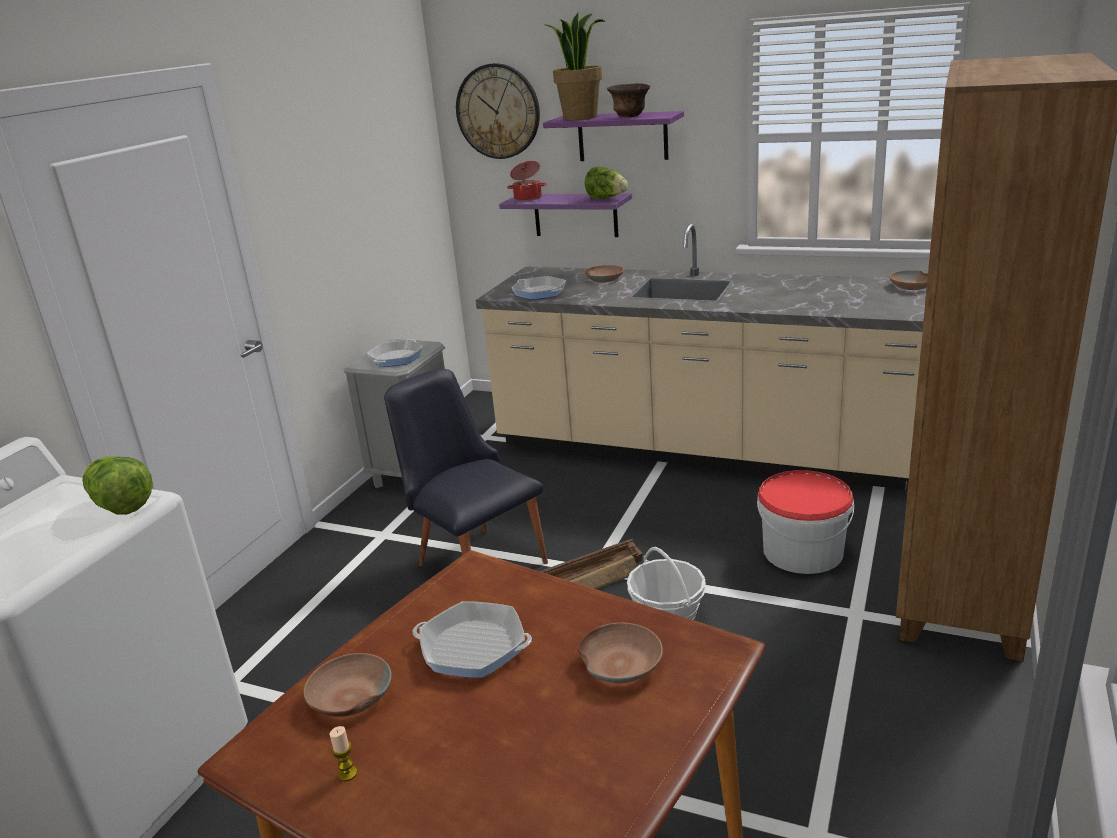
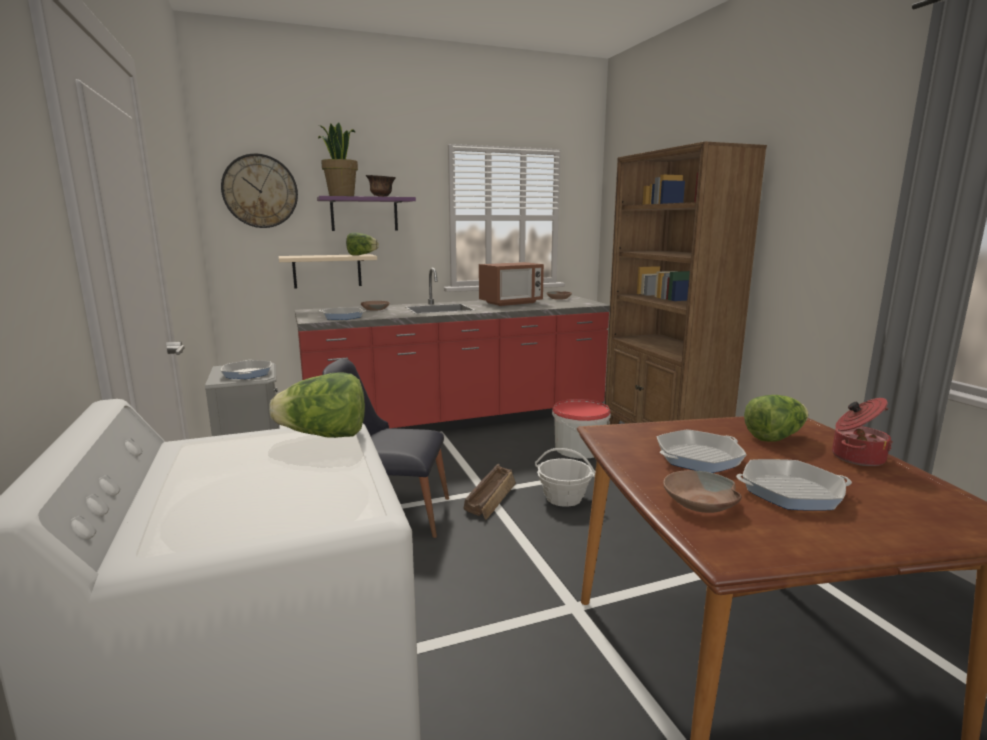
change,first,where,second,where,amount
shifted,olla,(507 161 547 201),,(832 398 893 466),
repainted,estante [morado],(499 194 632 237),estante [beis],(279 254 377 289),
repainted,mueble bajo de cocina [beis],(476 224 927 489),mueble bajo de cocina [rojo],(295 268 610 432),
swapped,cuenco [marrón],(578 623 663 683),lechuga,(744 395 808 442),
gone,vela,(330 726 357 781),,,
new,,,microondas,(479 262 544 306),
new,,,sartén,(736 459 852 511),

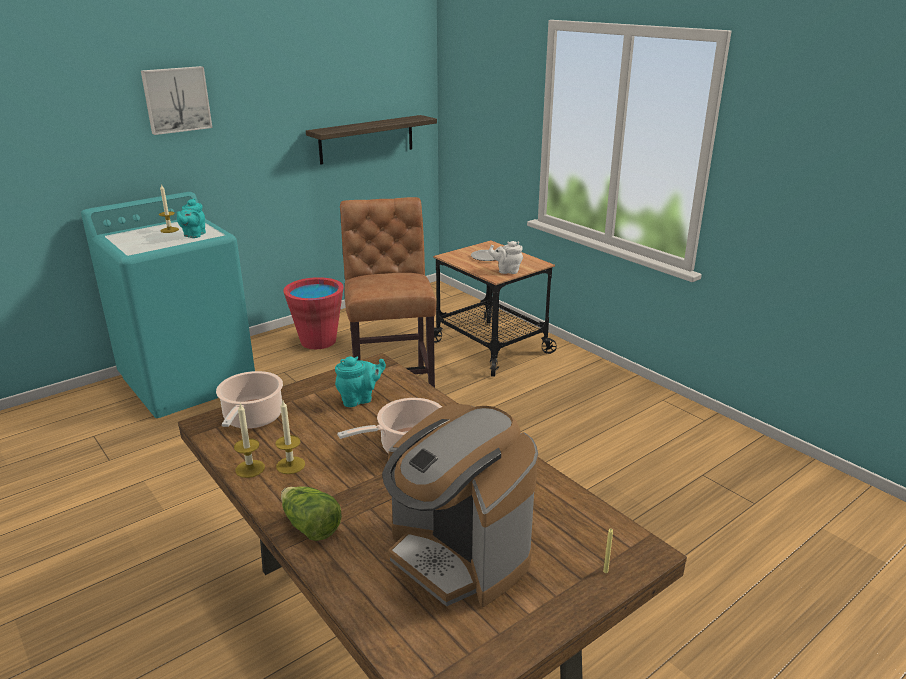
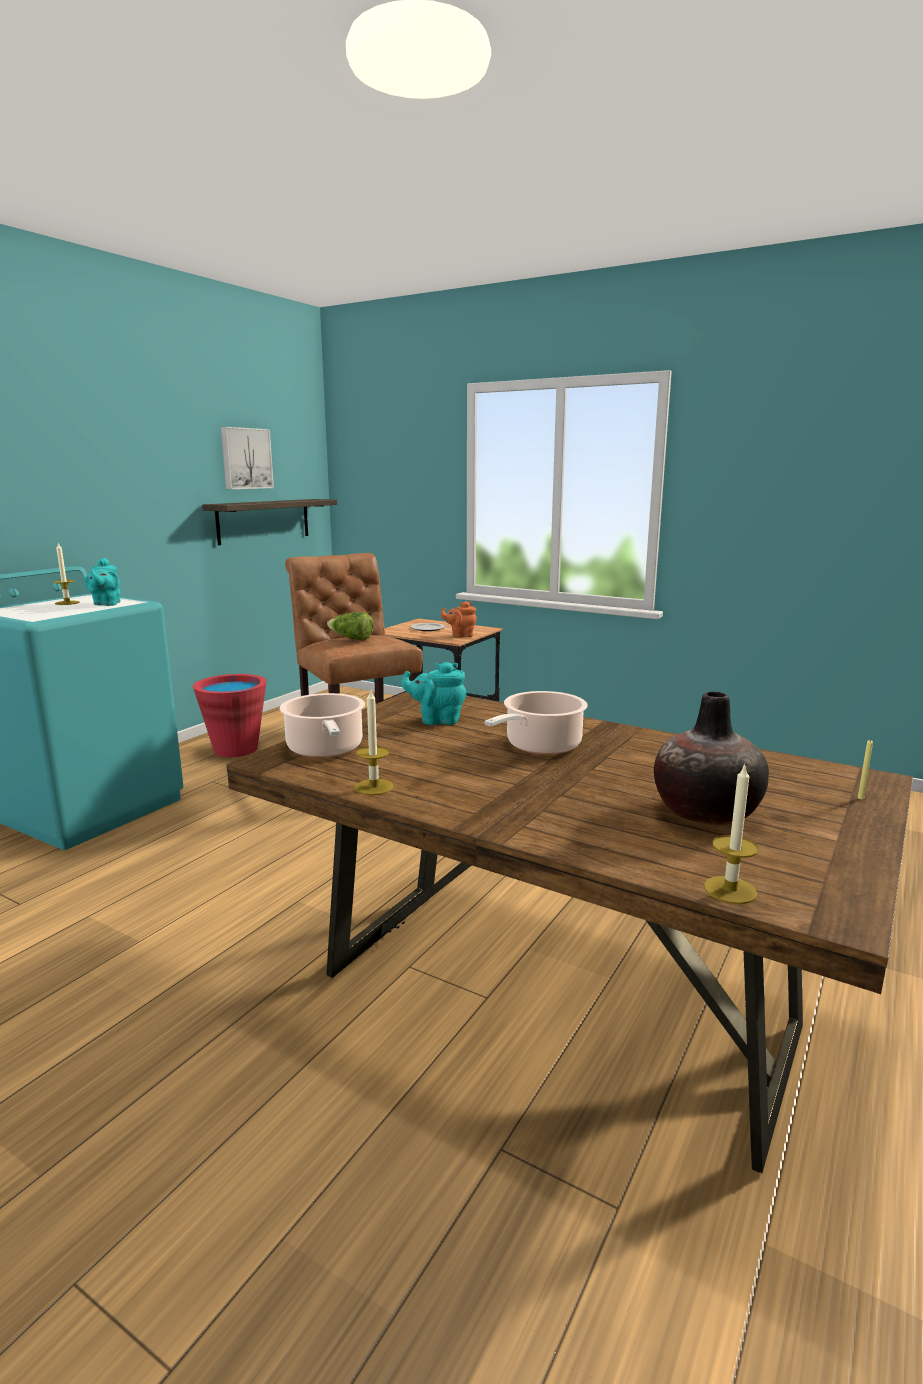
change,first,where,second,where,amount
shifted,cuadro,(141 66 212 135),,(221 427 274 489),
repainted,tetera [blanco],(489 241 523 274),tetera [naranja],(441 601 477 638),
rotated,tetera [turquesa],(335 356 386 407),,(401 662 467 725),135 degrees counterclockwise
shifted,vela,(275 400 305 474),,(704 763 759 904),
swapped,cafetera,(382 404 538 607),florero,(654 691 769 825),
shifted,lechuga,(281 487 342 541),,(327 612 373 641),

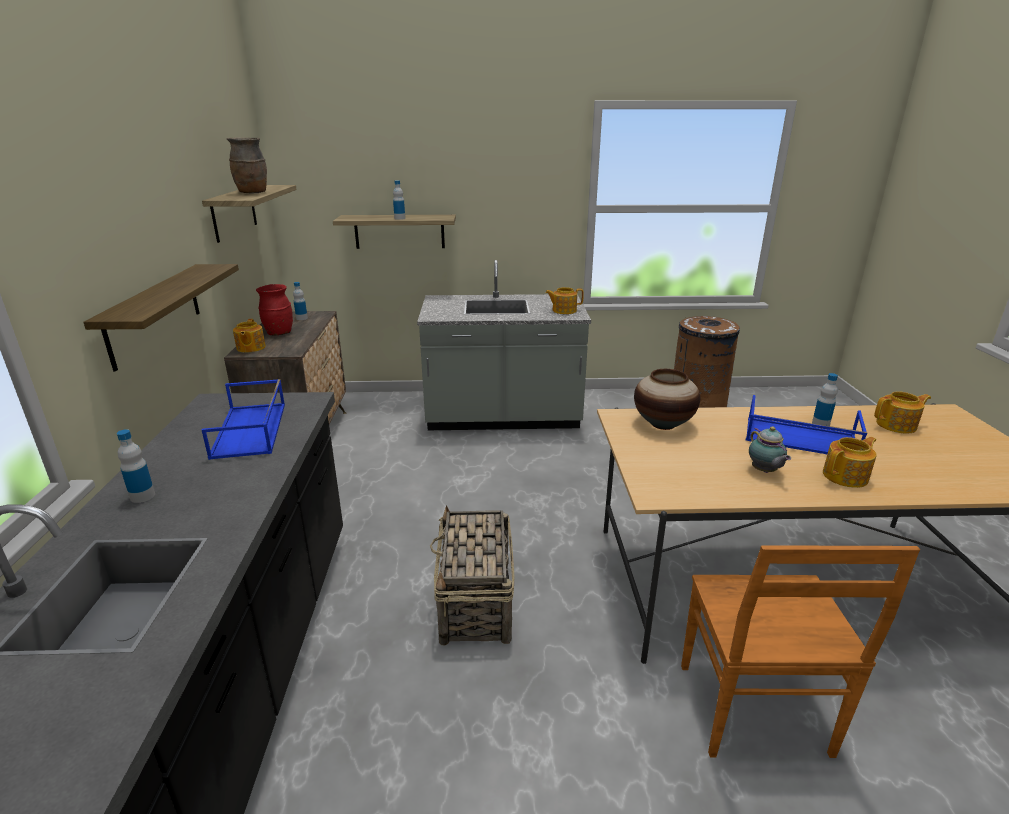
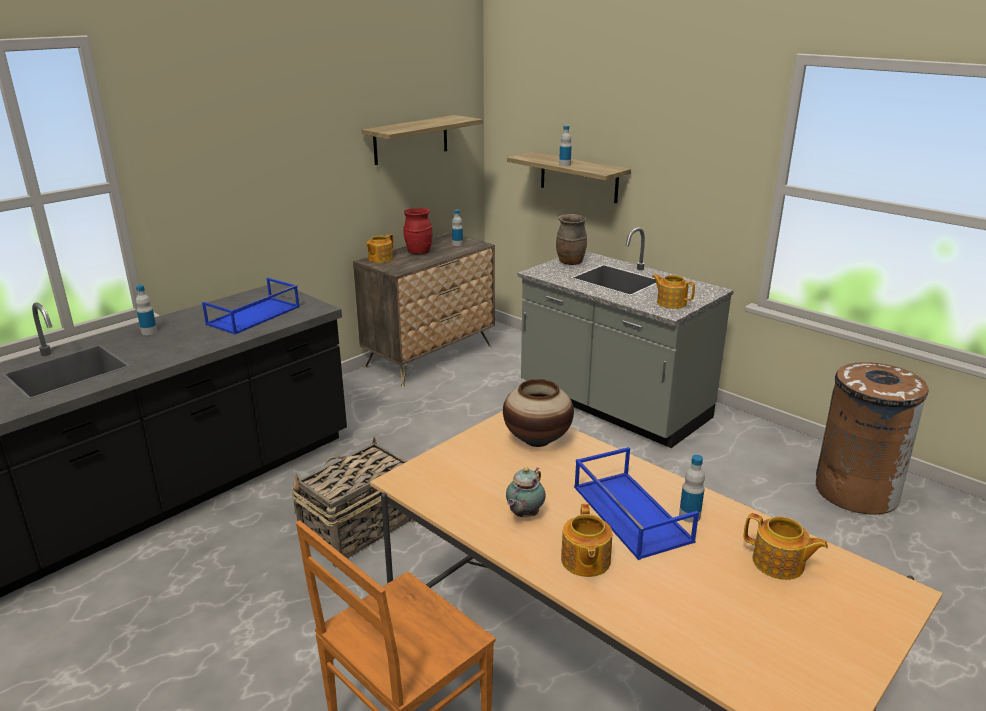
change,first,where,second,where,amount
shifted,florero [marrón],(227 138 267 193),,(556 214 587 265),
gone,estante,(83 264 239 371),,,
rotated,tetera,(823 437 876 488),,(561 504 612 577),75 degrees clockwise

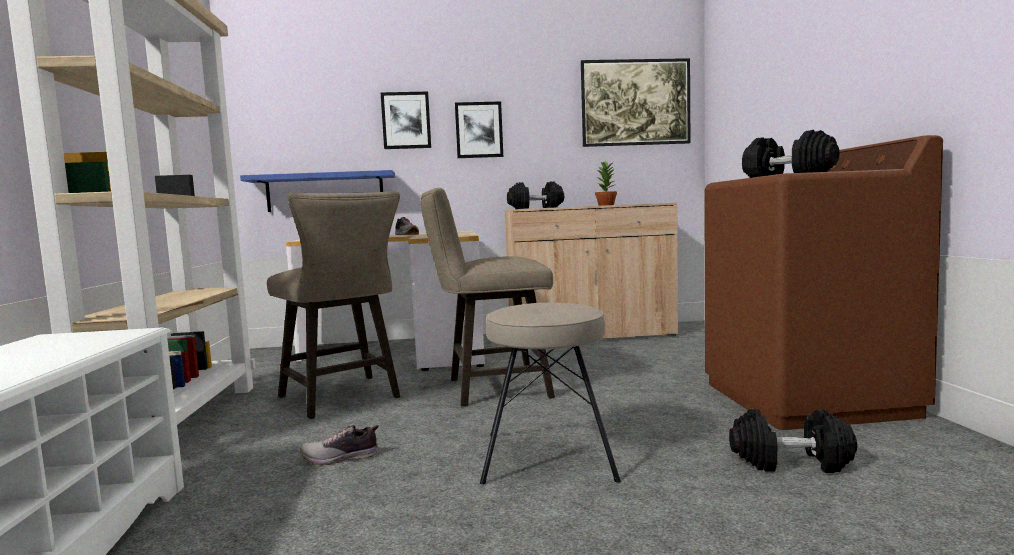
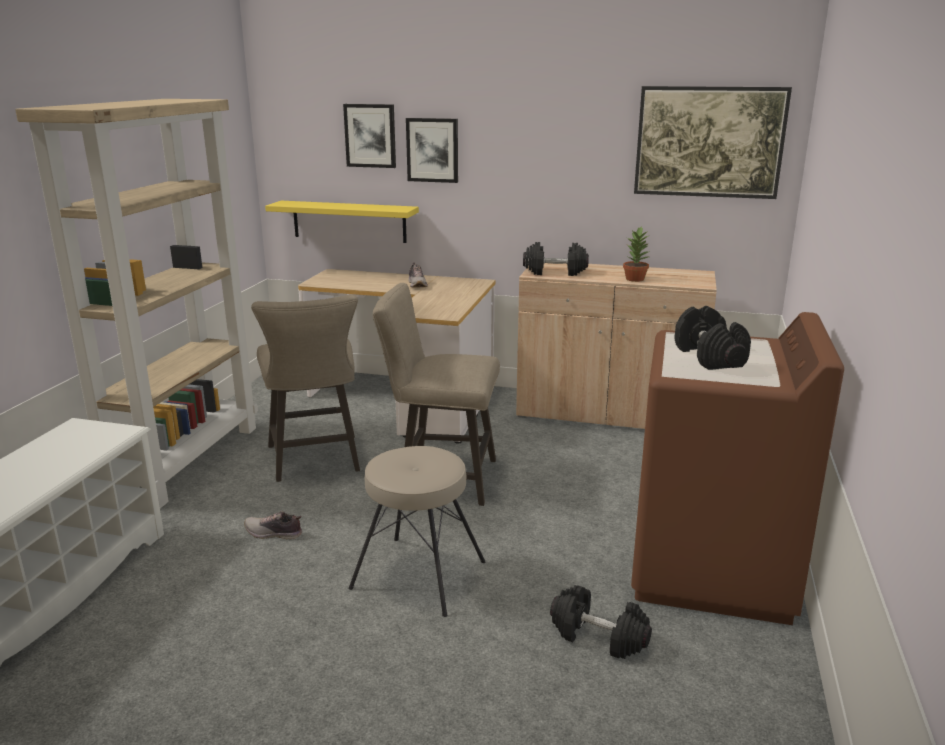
change,first,where,second,where,amount
shifted,cuadro,(455 101 503 158),,(343 104 396 168),
repainted,estante [azul],(240 170 395 212),estante [amarillo],(265 201 419 243),

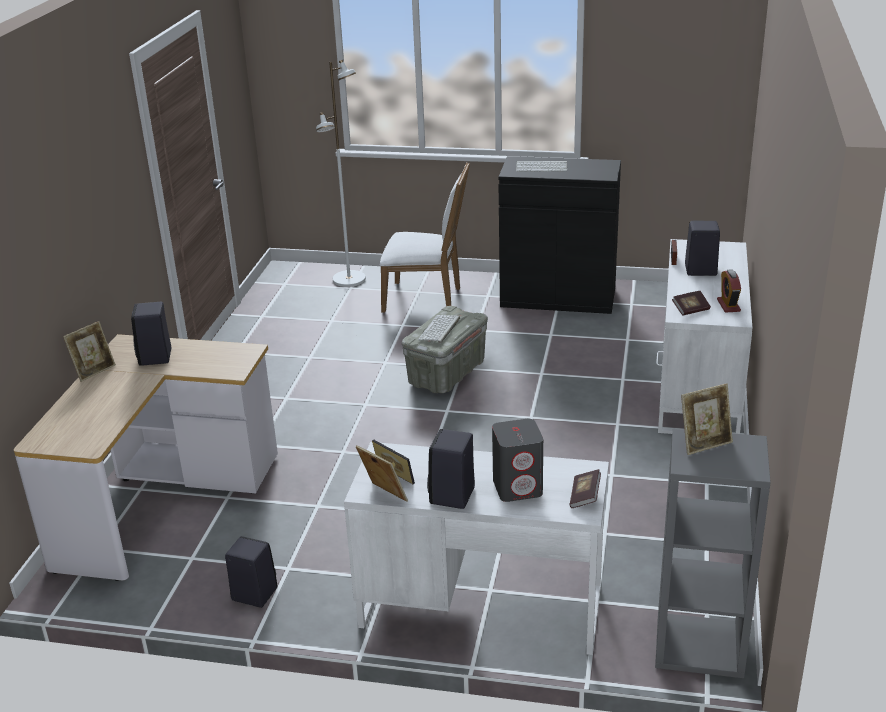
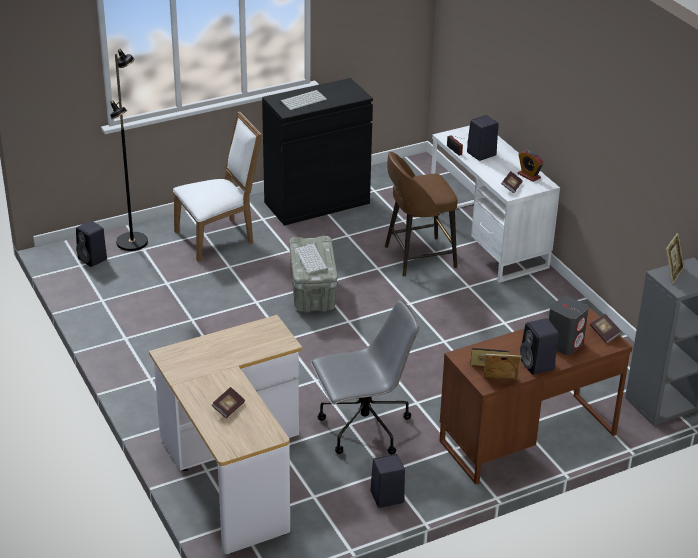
change,first,where,second,where,amount
repainted,lámpara de pie [blanco],(316 60 366 287),lámpara de pie [negro],(110 48 148 251),
shifted,altavoz [negro],(131 302 171 366),,(76 221 107 267),
gone,portarretratos,(63 321 116 382),,,
repainted,escritorio [blanco],(344 442 609 655),escritorio [marrón],(439 308 633 485),
new,,,taburete [marrón],(385 152 457 277),
new,,,silla de oficina [gris],(310 299 419 455),
new,,,libro,(212 387 245 418),

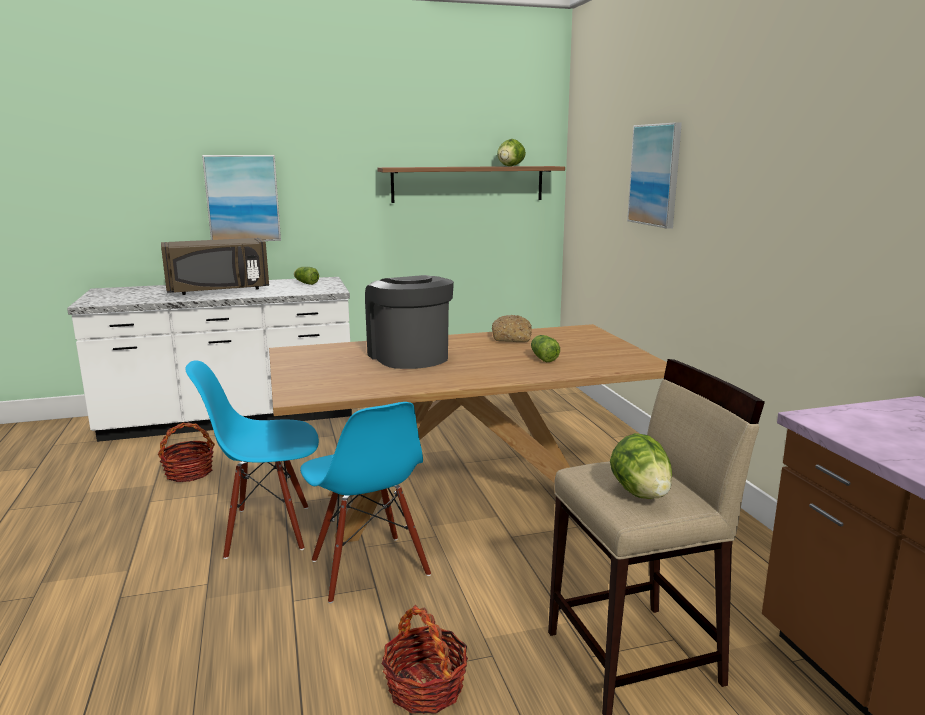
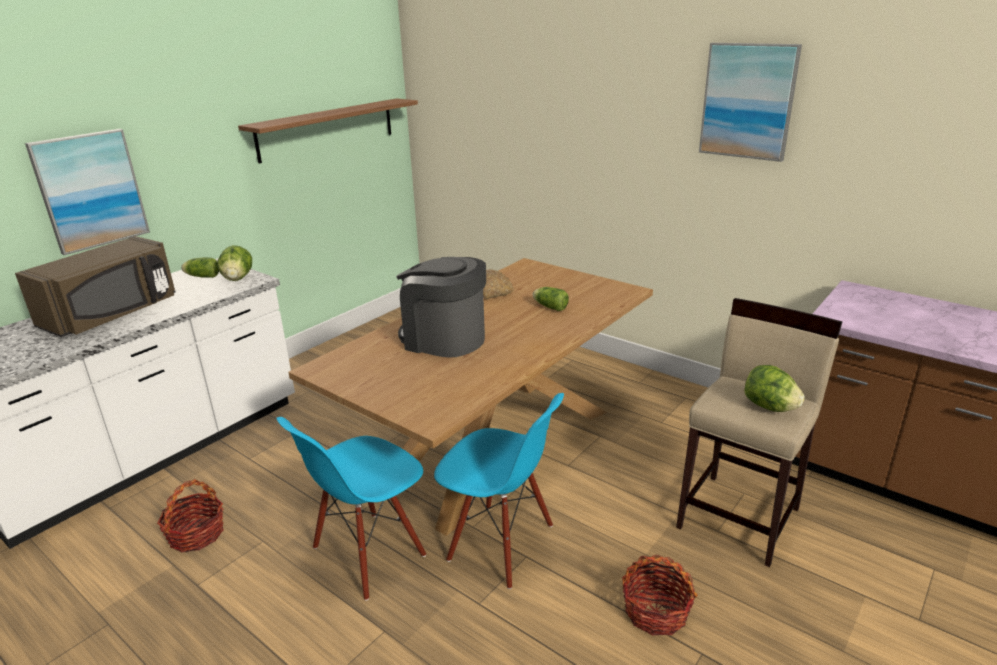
change,first,where,second,where,amount
shifted,cuadro,(627 122 682 229),,(699 43 802 162),
shifted,lechuga,(497 139 526 166),,(217 245 252 281),

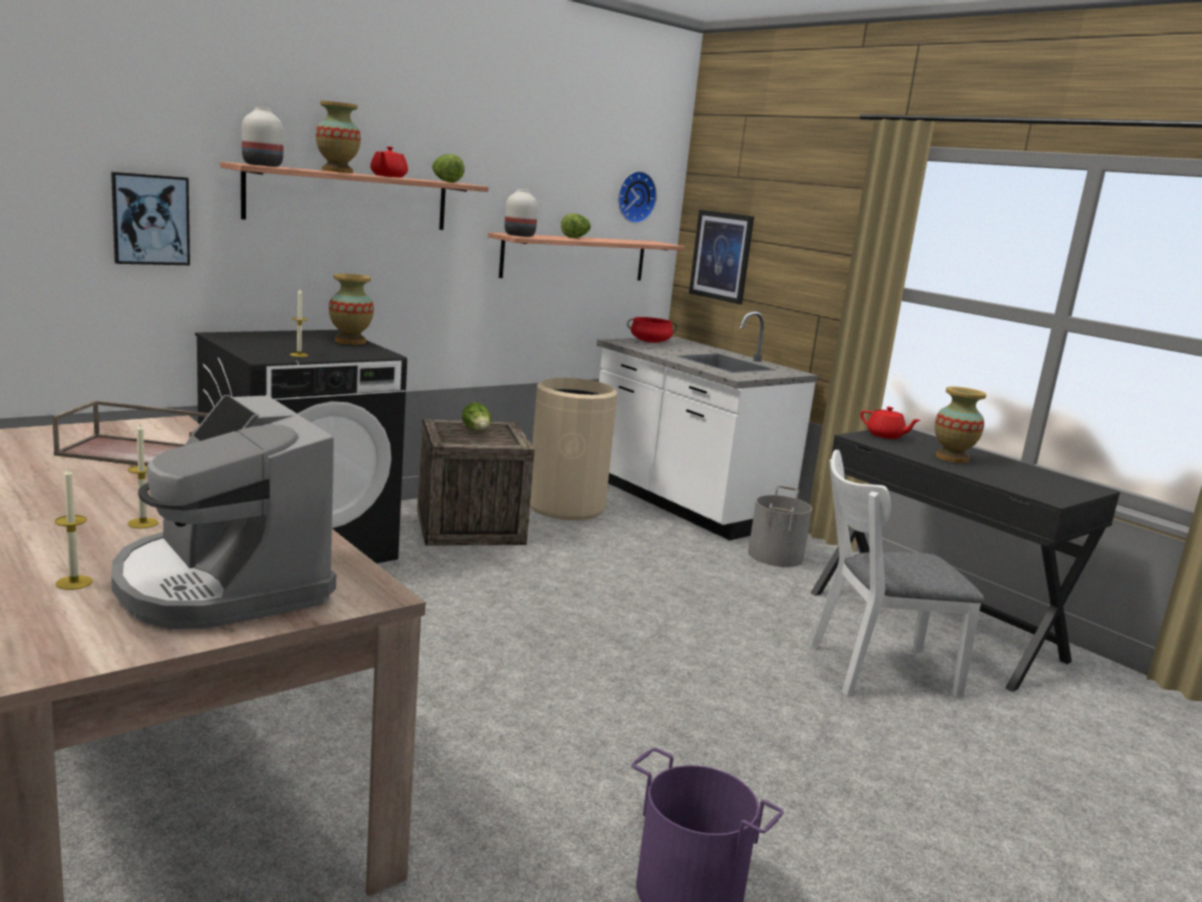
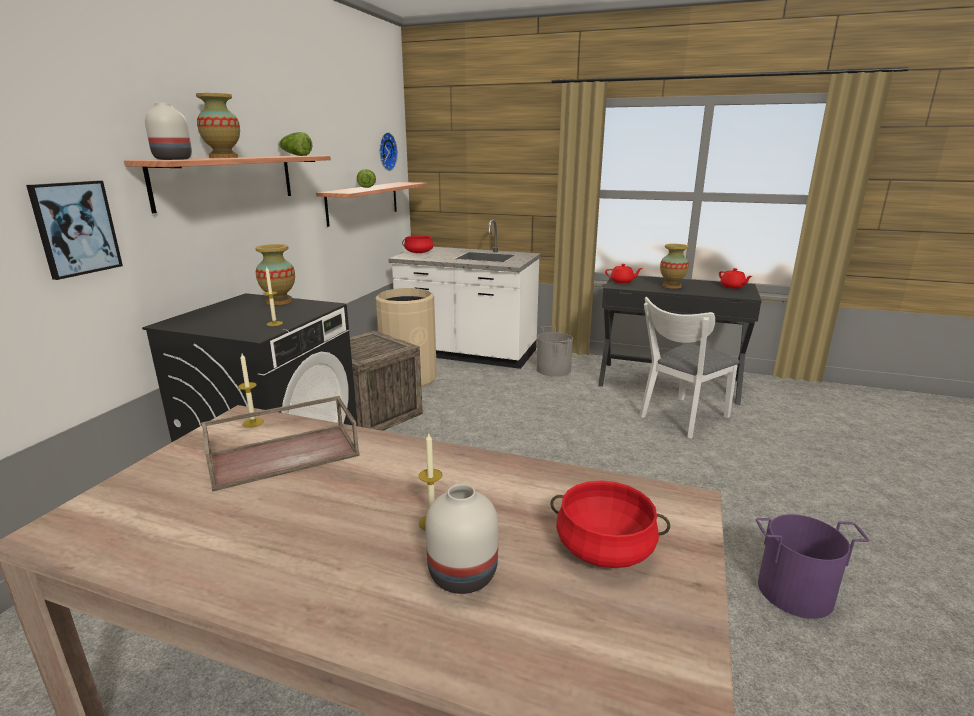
change,first,where,second,where,amount
shifted,tetera [rojo],(370 146 408 177),,(719 268 753 289),
shifted,florero [blanco],(504 189 538 237),,(425 484 498 594),
gone,cuadro,(689 210 754 305),,,
swapped,cafetera,(111 395 336 629),olla [rojo],(550 480 670 568),
gone,lechuga,(462 402 491 430),,,
shifted,vela,(55 465 93 590),,(238 354 264 428),

